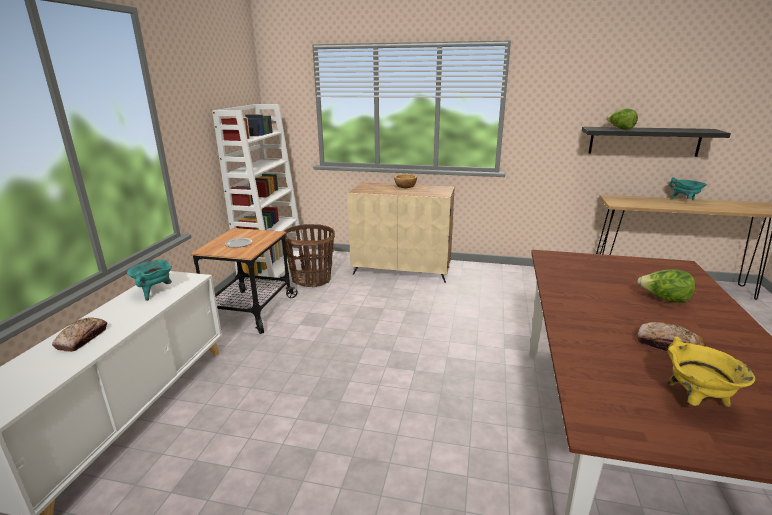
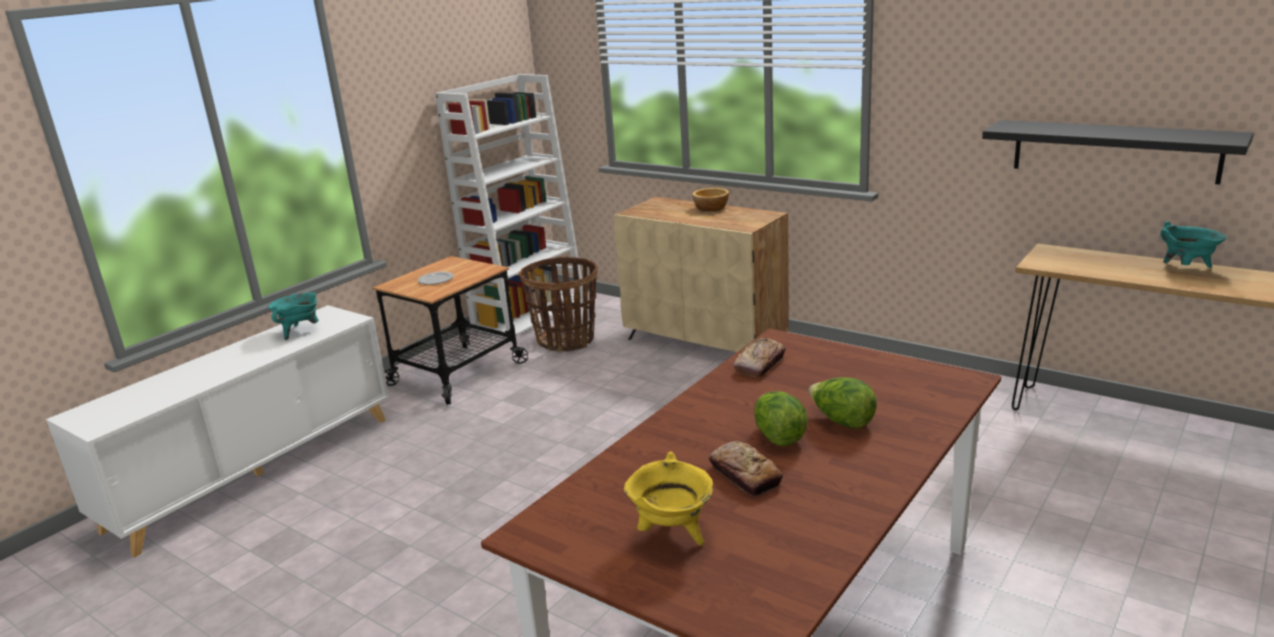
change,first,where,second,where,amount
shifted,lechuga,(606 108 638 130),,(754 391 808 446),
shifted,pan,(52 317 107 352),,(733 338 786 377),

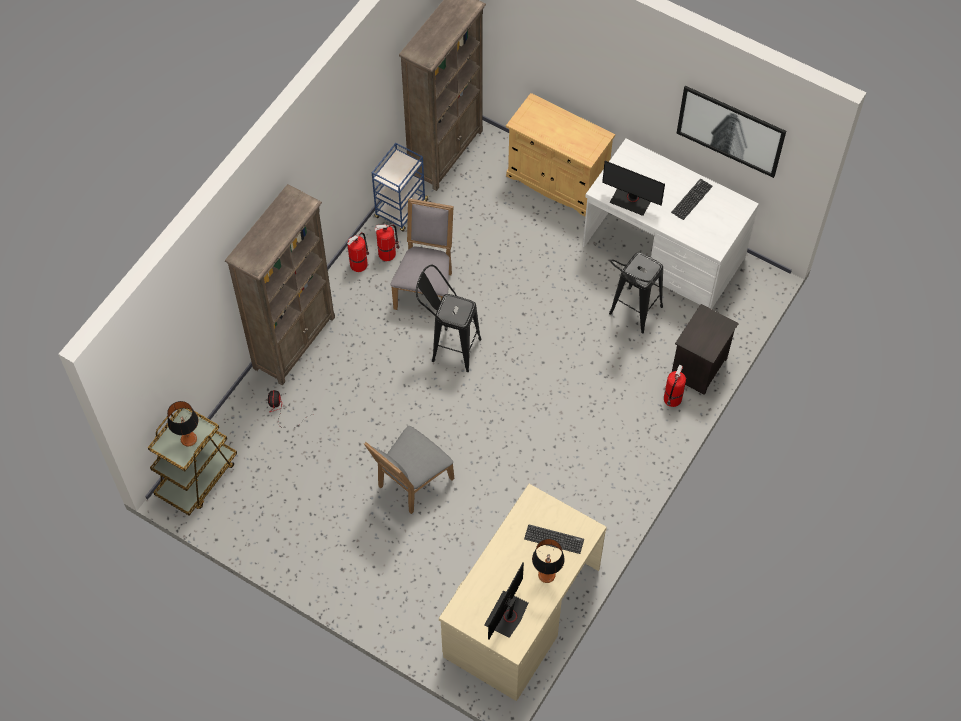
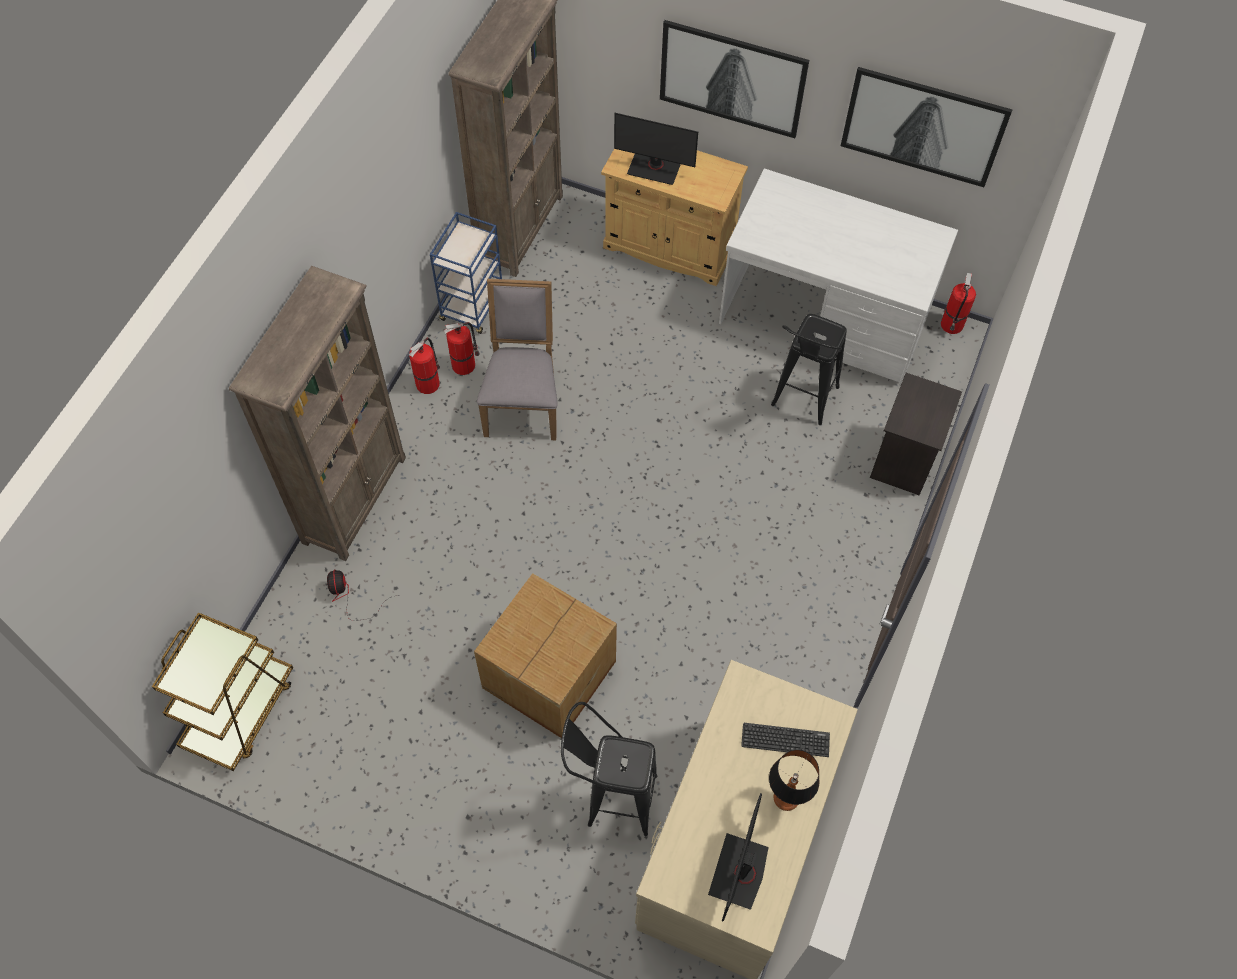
change,first,where,second,where,amount
shifted,monitor,(602 161 665 216),,(614 113 698 185),
gone,teclado,(671 179 713 220),,,
shifted,taburete [negro],(416 265 482 372),,(561 702 657 837),
shifted,extintor,(664 365 686 407),,(941 273 976 334),
gone,lámpara de mesa,(167 401 199 446),,,
swapped,silla [gris],(364 426 454 514),caja de cartón,(474 573 617 738),
new,,,cuadro,(660 20 809 138),

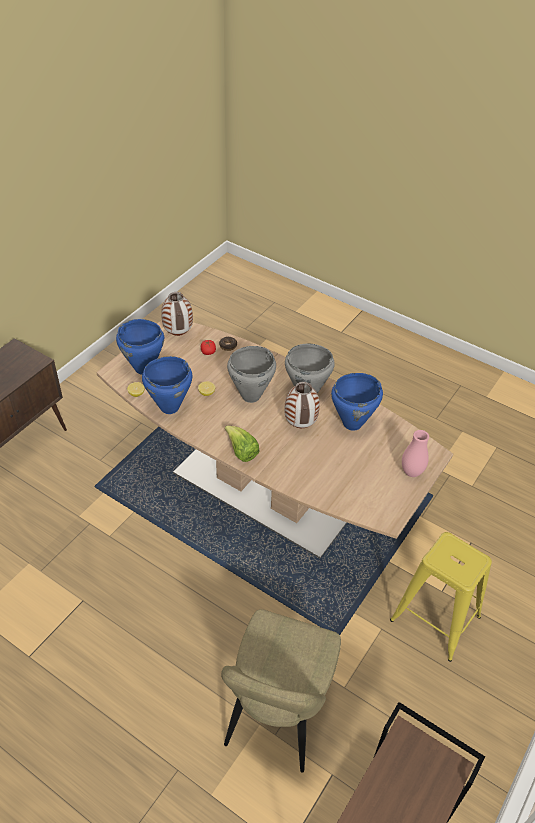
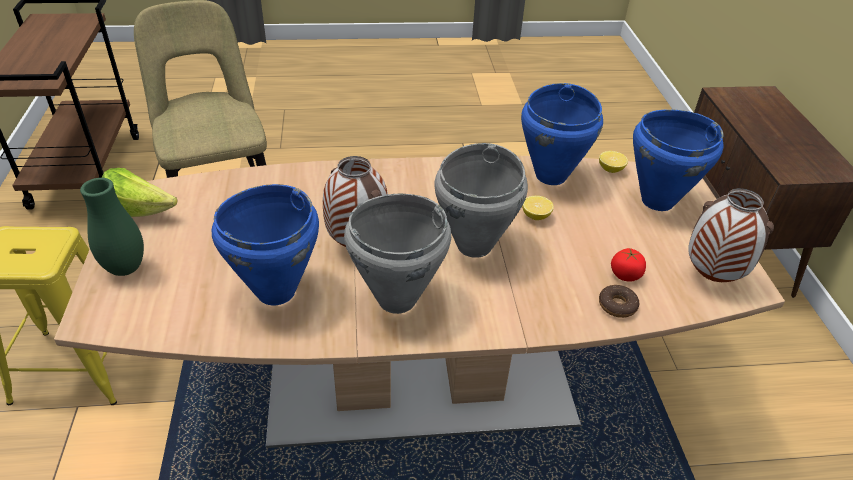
change,first,where,second,where,amount
shifted,lechuga,(225 425 260 462),,(102 168 178 217),
repainted,florero [rosa],(402 430 429 477),florero [verde],(80 178 144 276),

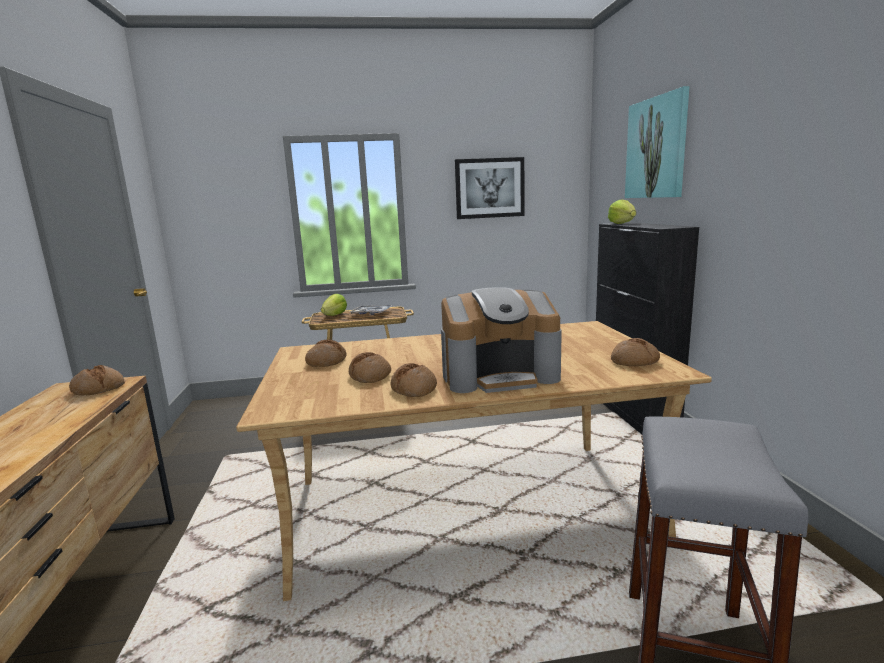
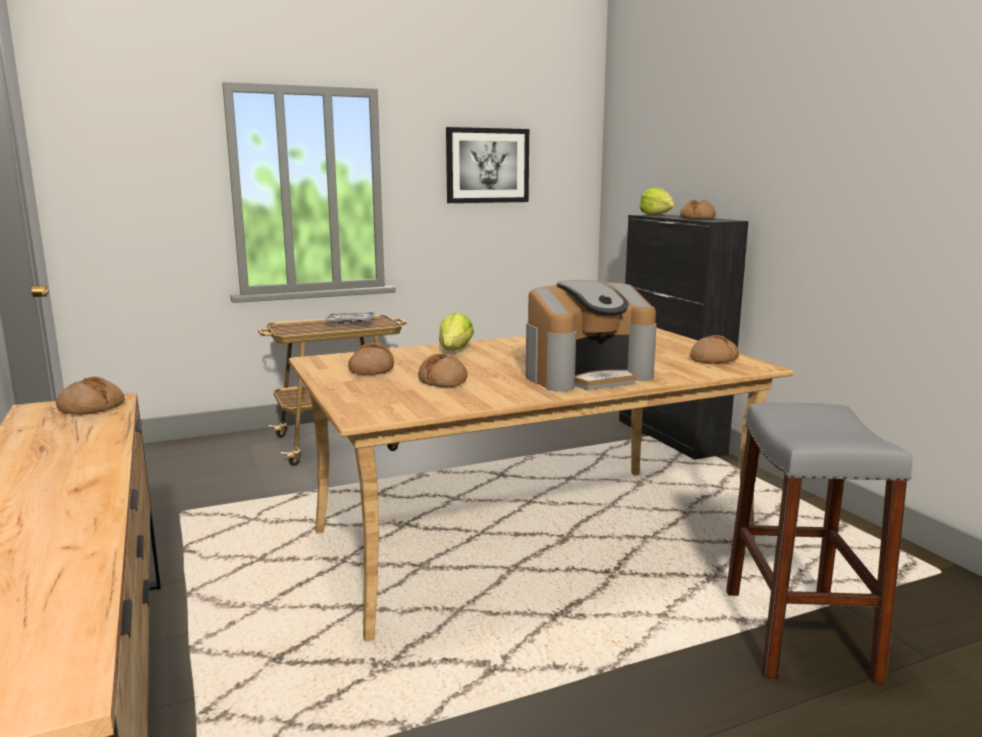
change,first,where,second,where,amount
gone,cuadro,(625 86 689 198),,,
shifted,lechuga,(321 294 347 316),,(439 313 474 351),
shifted,pan,(390 363 437 397),,(680 200 716 219),

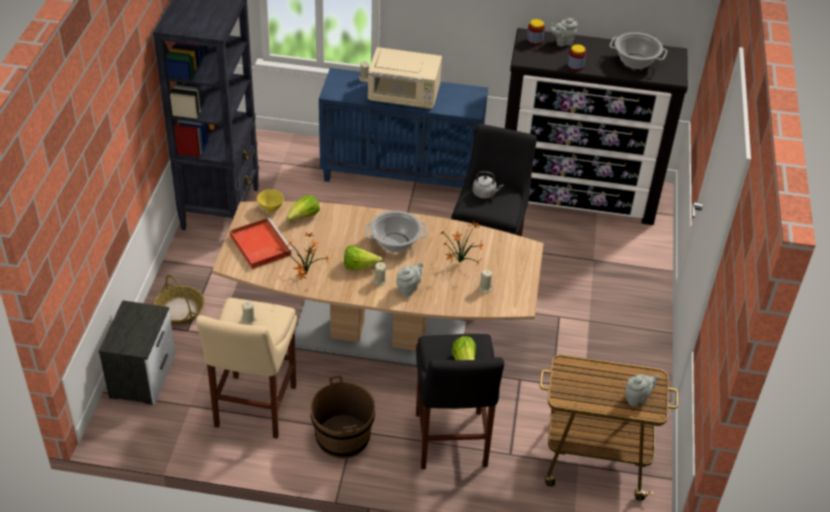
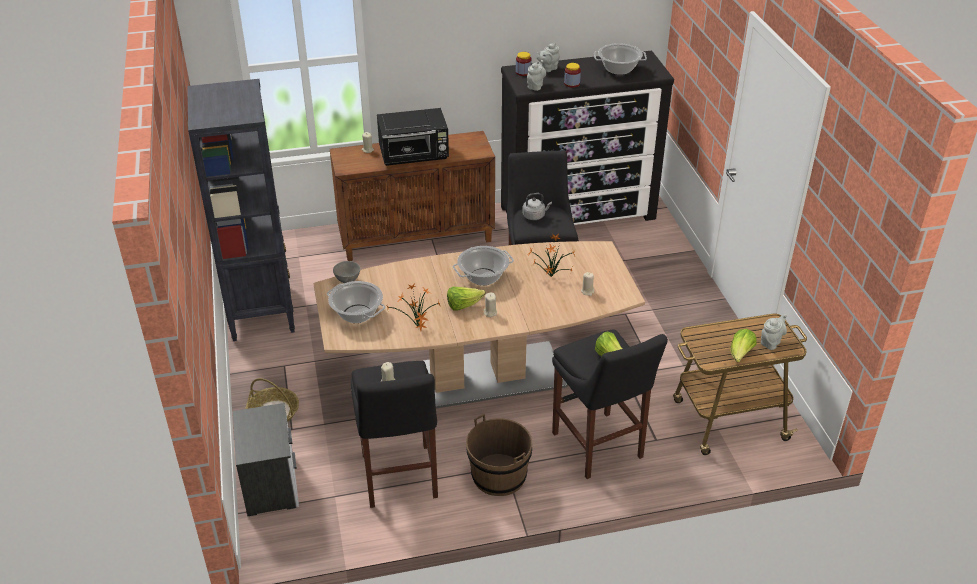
change,first,where,second,where,amount
repainted,microondas [beis],(368 47 442 109),microondas [negro],(377 108 449 166),
repainted,armario [azul],(319 68 488 188),armario [marrón],(330 131 495 261),
repainted,cuenco [amarillo],(257 189 284 212),cuenco [gris],(333 261 361 283),
shifted,lechuga,(287 195 320 221),,(731 329 757 362),
swapped,bandeja [rojo],(230 218 293 269),olla,(327 281 385 323),
shifted,tetera [gris],(396 262 423 297),,(527 60 546 91),
repainted,taburete [beis],(196 298 297 439),taburete [negro],(351 361 438 508),

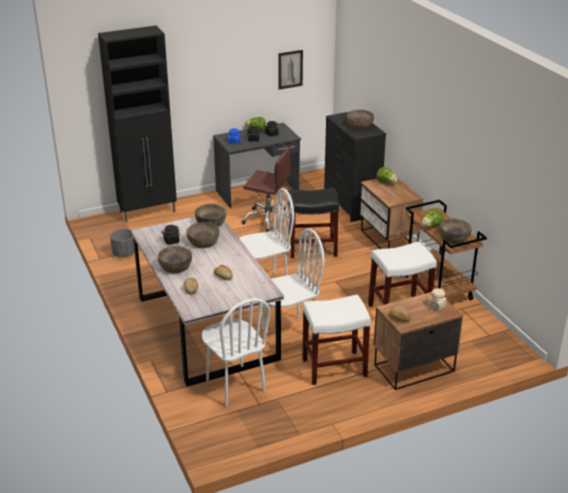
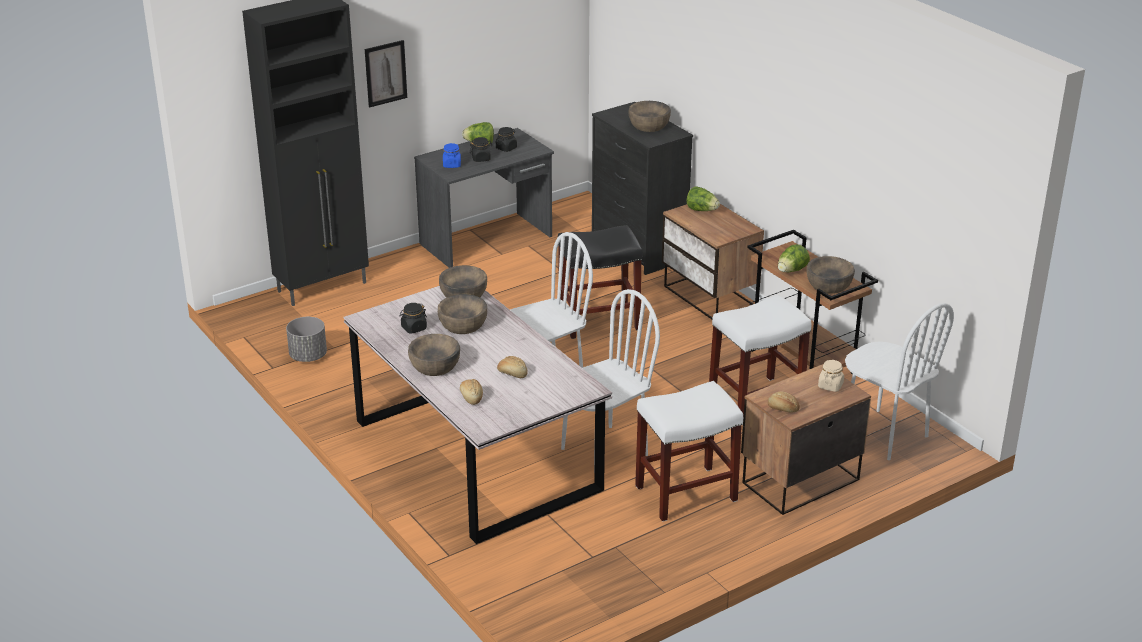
change,first,where,second,where,amount
shifted,cuadro,(278 50 303 90),,(365 40 407 107),
gone,silla de oficina [marrón],(241 147 291 232),,,
shifted,silla [blanco],(202 298 271 407),,(845 303 954 460),

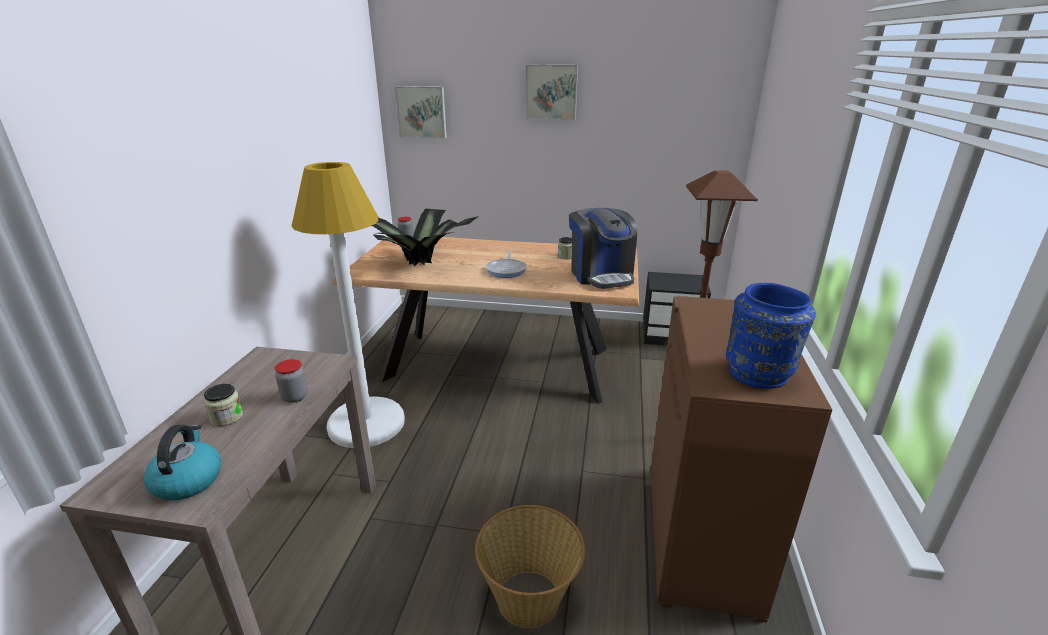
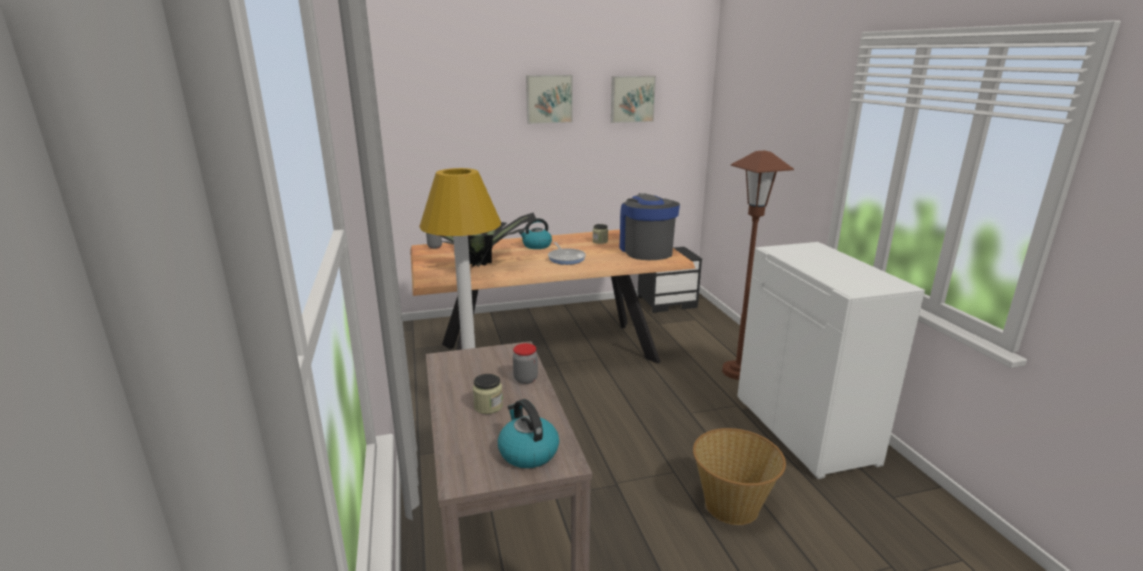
change,first,where,second,where,amount
shifted,cuadro,(395 86 447 138),,(611 76 656 123),
rotated,cafetera,(569 208 637 289),,(619 193 680 260),150 degrees counterclockwise
gone,florero [azul],(726 283 816 389),,,
repainted,armario [marrón],(651 296 832 623),armario [blanco],(737 242 925 479),
new,,,hervidor,(519 218 552 249),

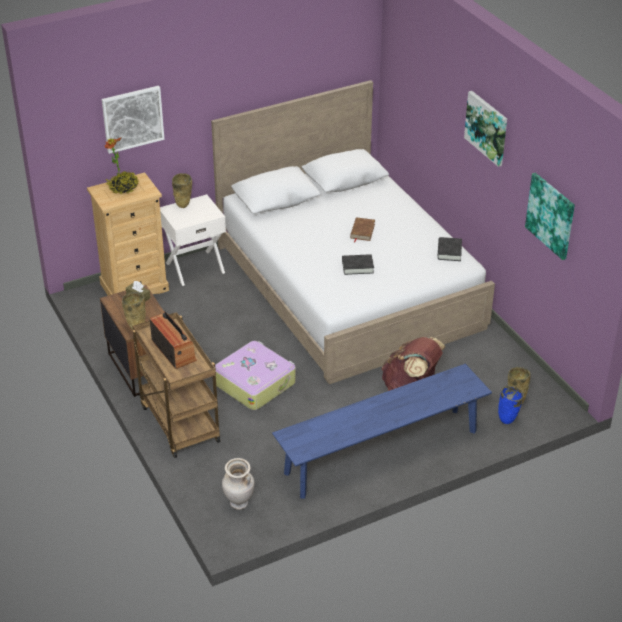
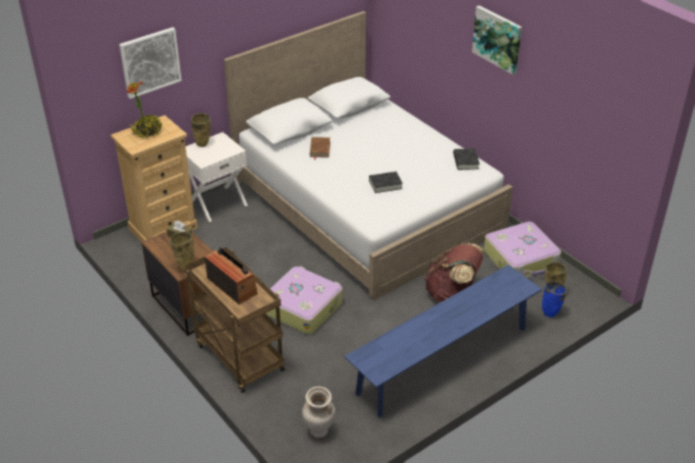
change,first,where,second,where,amount
gone,cuadro,(525 173 575 260),,,
shifted,libro [marrón],(350 217 375 242),,(310 137 330 160),
new,,,maleta,(484 222 561 278),

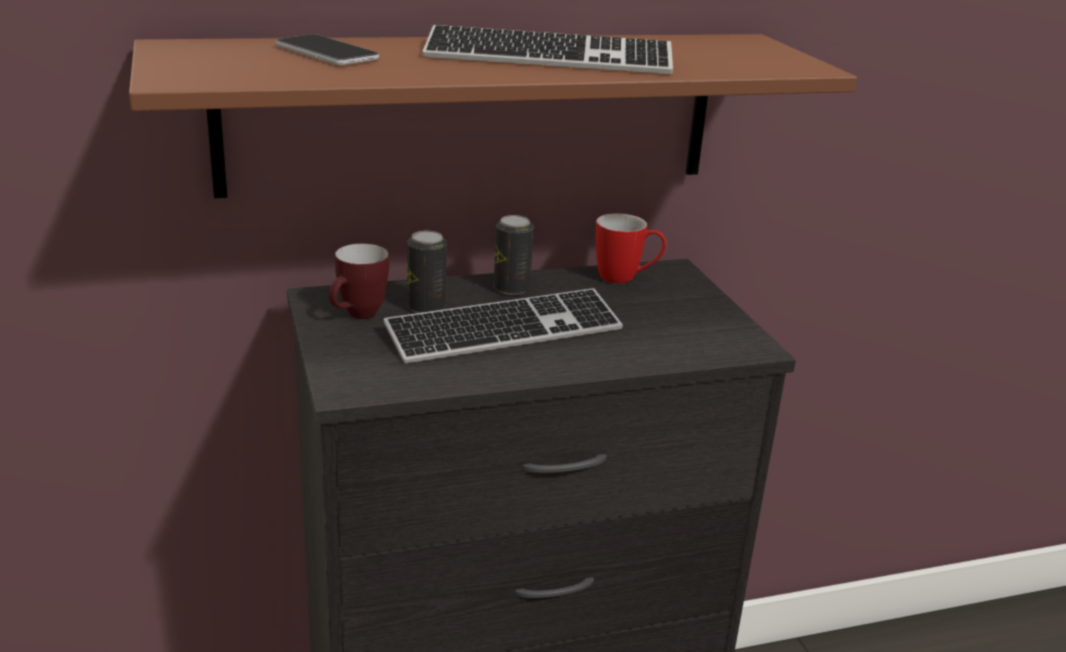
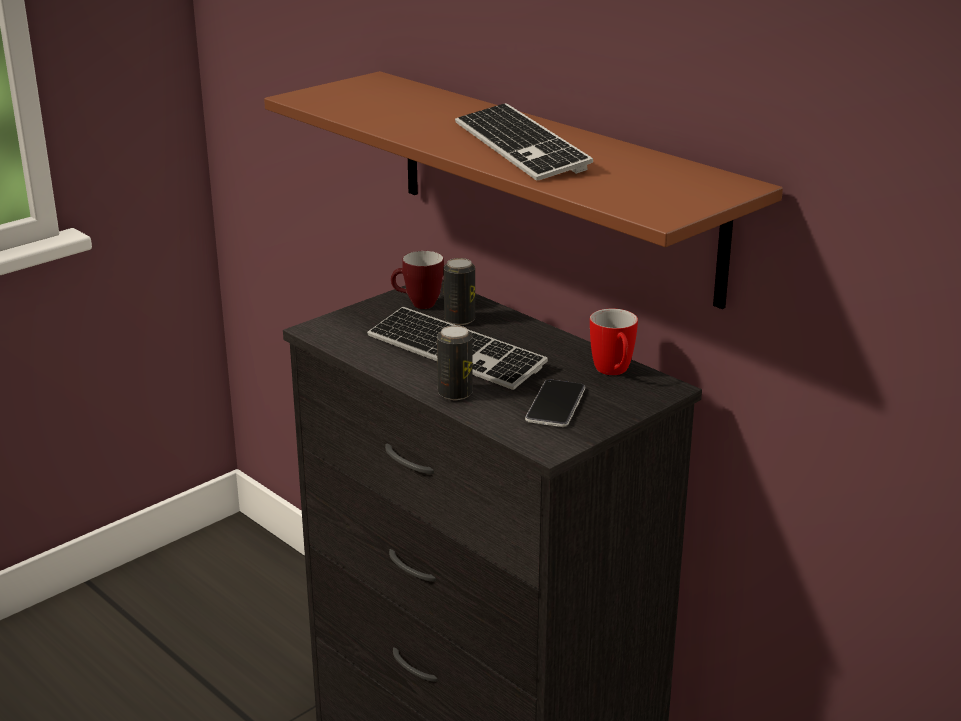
change,first,where,second,where,amount
shifted,móvil,(276 34 379 65),,(525 379 585 427),
shifted,lata,(494 215 534 295),,(437 325 473 400),

